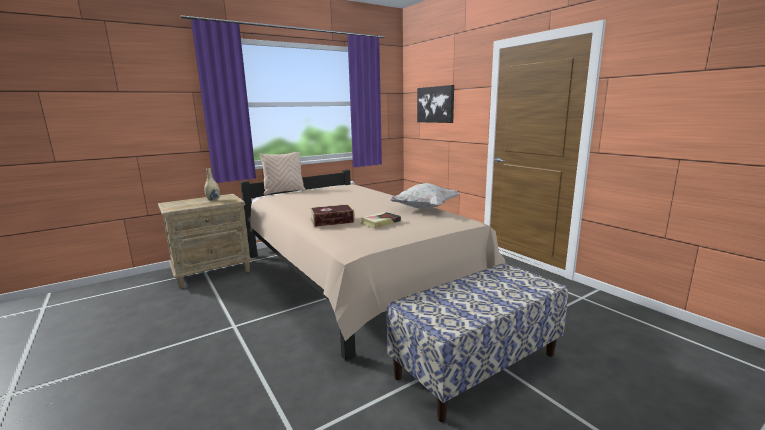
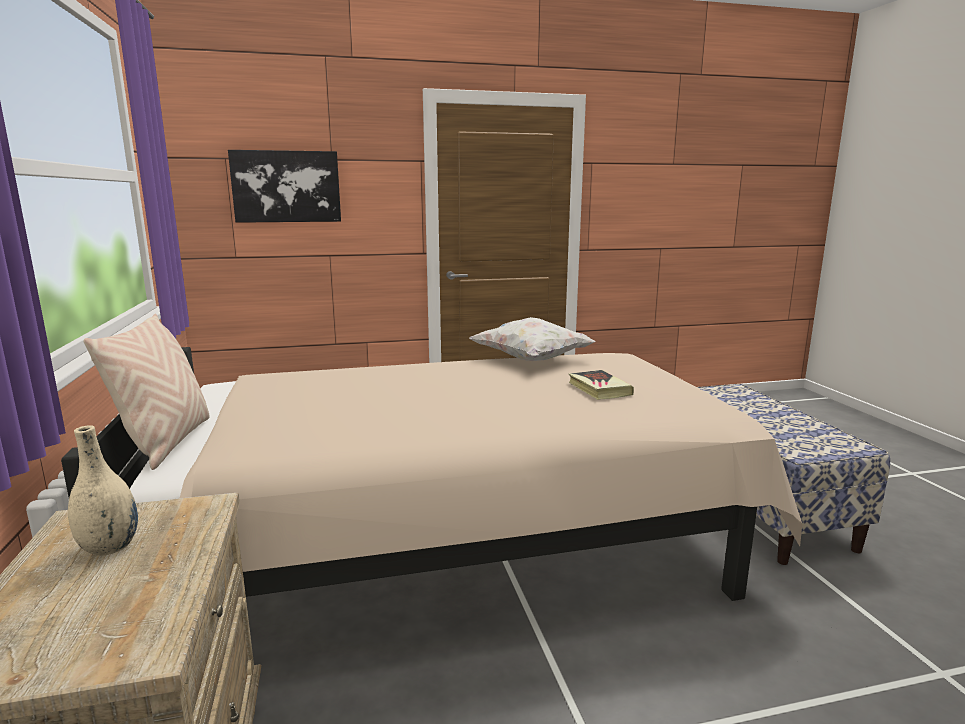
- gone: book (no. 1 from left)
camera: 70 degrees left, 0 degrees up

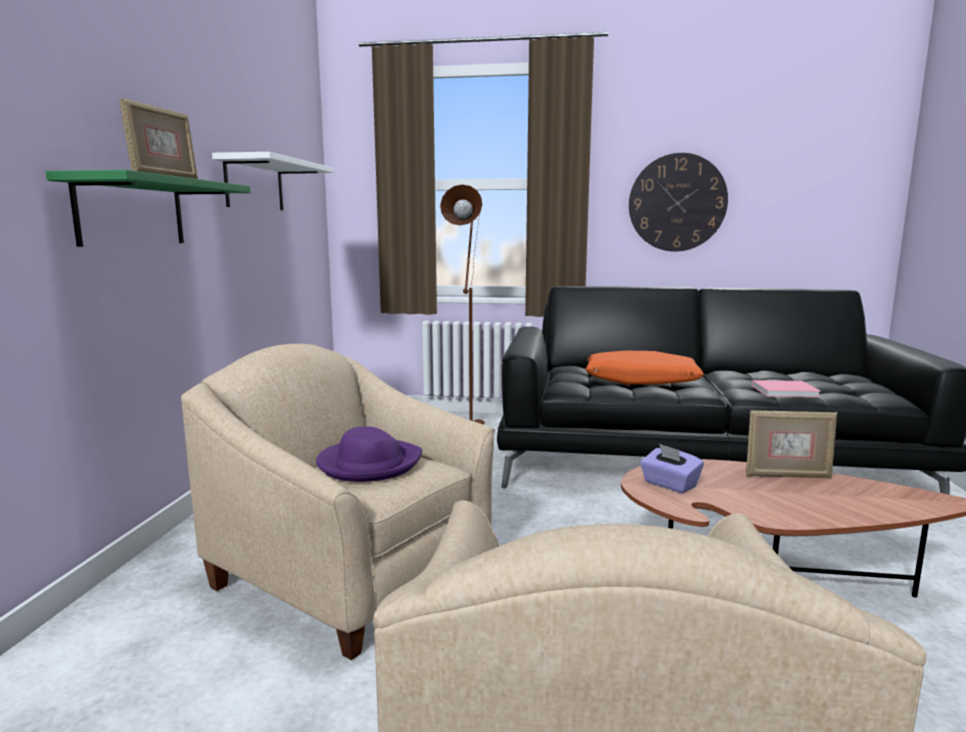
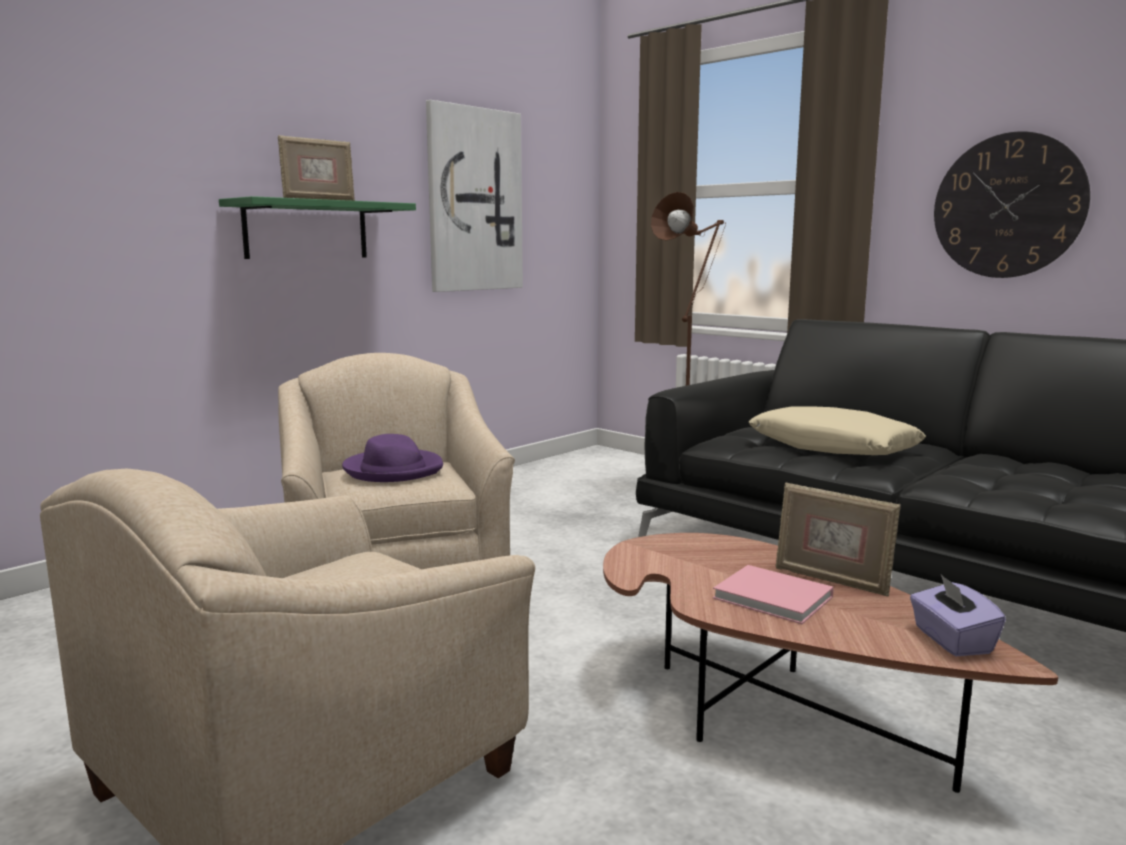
- swapped: white shelf to picture
- shifted: pink book
- repainted: orange pillow to beige pillow
- shifted: purple tissue box
camera: 35 degrees right, 0 degrees up

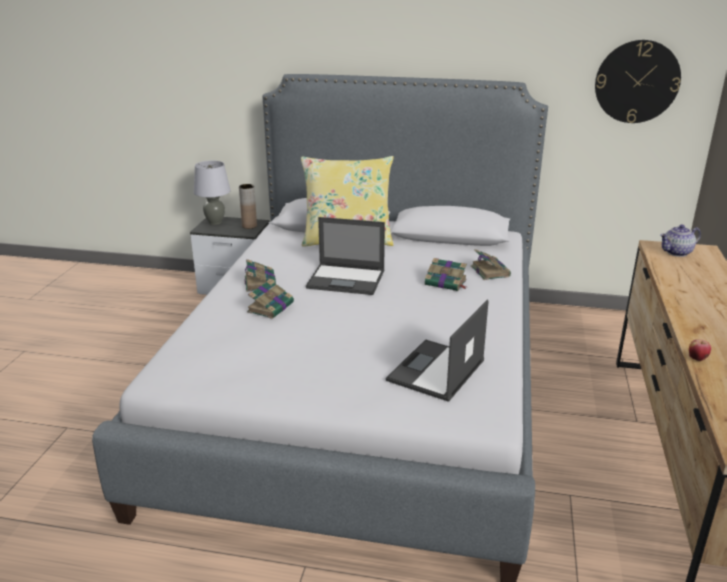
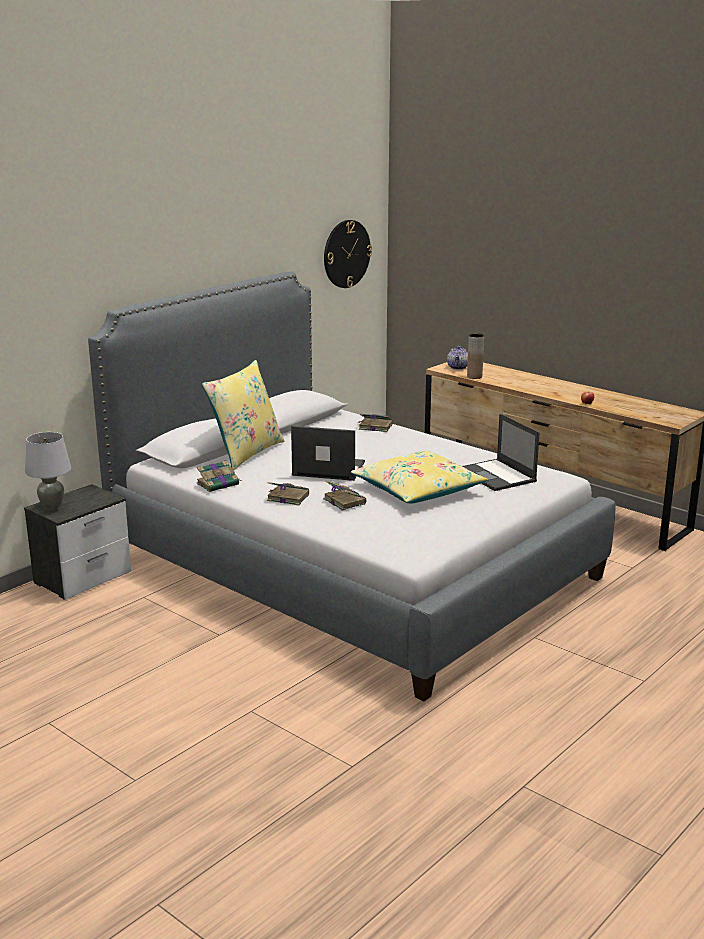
- shifted: book (no. 3 from left in the first image) to book (no. 1 from left)
- rotated: laptop (no. 1 from left) 120 degrees counterclockwise
- new: yellow pillow (no. 2 from left)
- shifted: brown vase
camera: 60 degrees left, 5 degrees down

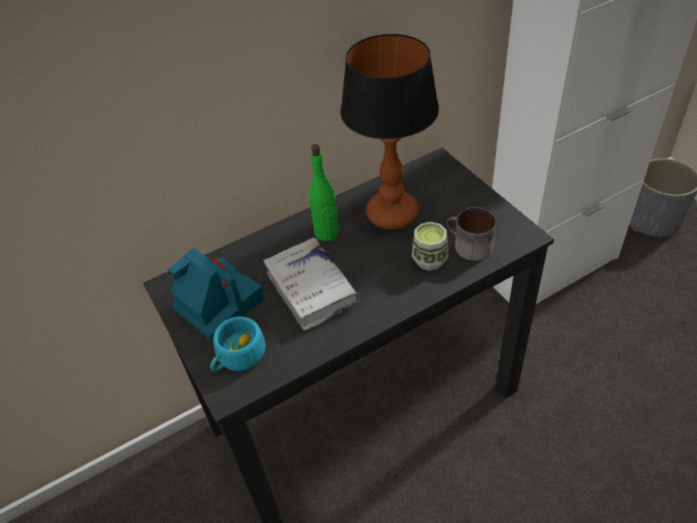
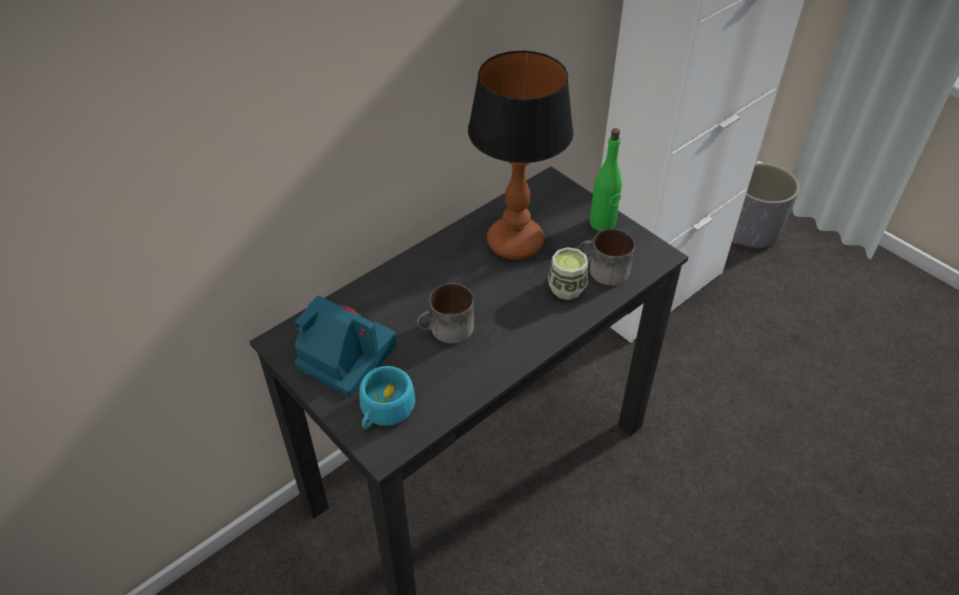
- swapped: white book to mug (no. 1 from left)
- shifted: green bottle
camera: 15 degrees left, 0 degrees up

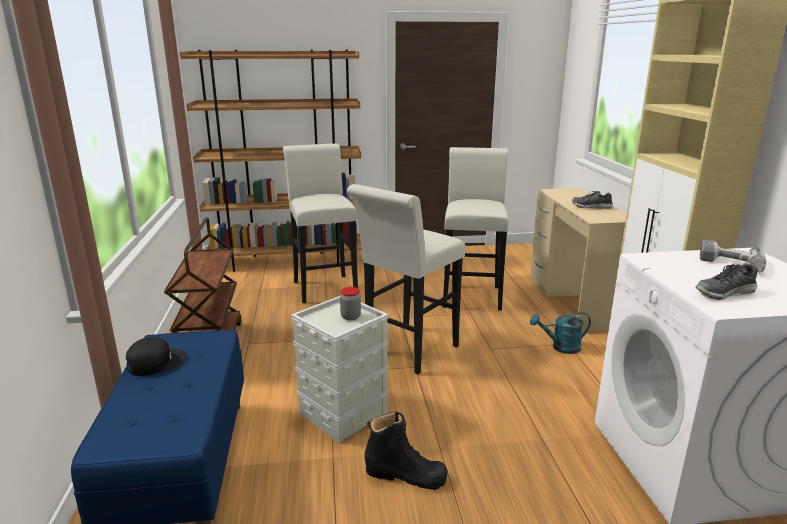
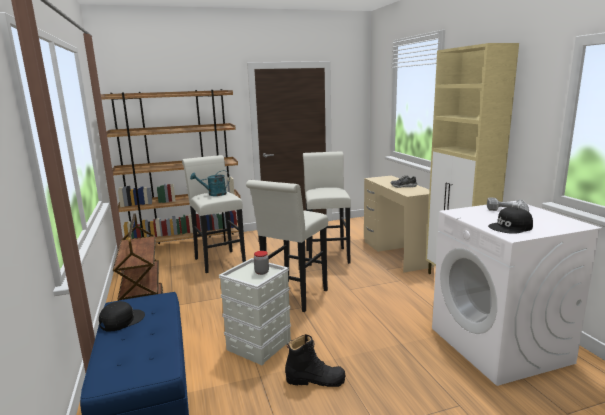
- shifted: turquoise watering can
- swapped: shoe (no. 2 from left) to black cap (no. 2 from left)
camera: 10 degrees left, 5 degrees down

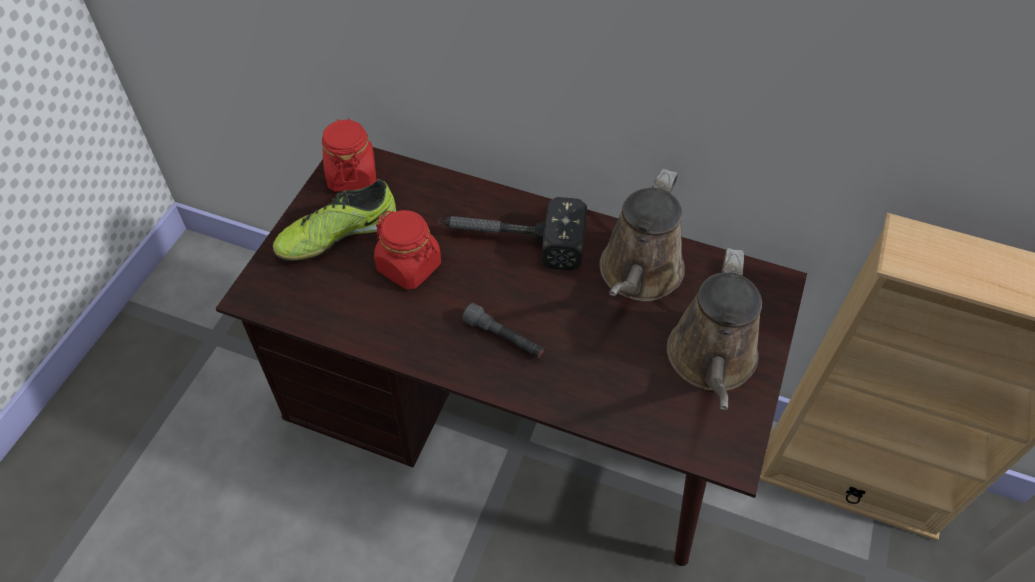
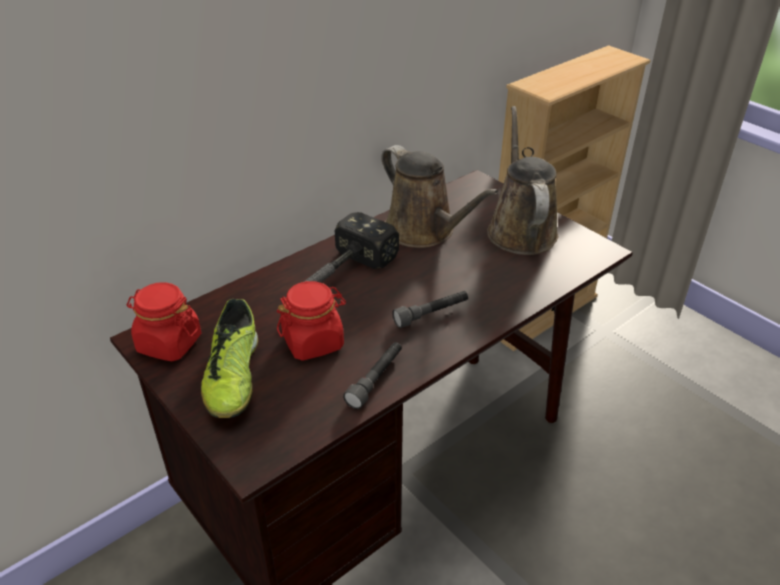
- new: grey flashlight (no. 1 from left)
- rotated: brown watering can (no. 2 from left) 135 degrees counterclockwise
camera: 60 degrees left, 15 degrees down

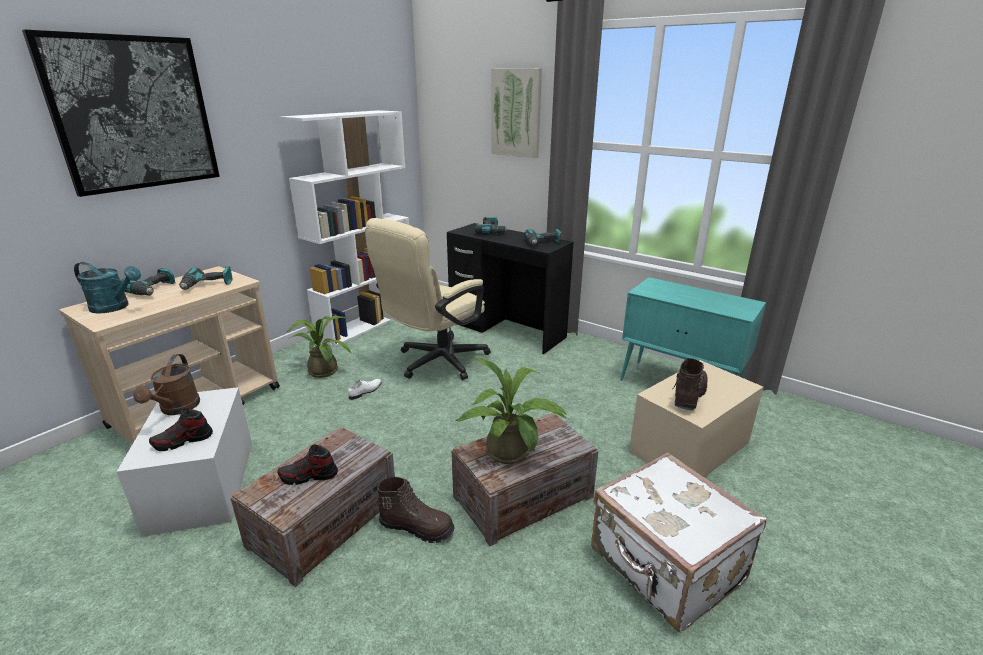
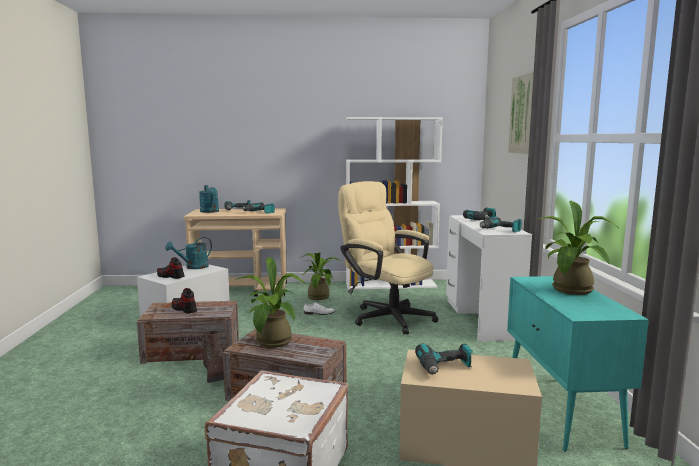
- repainted: brown watering can to turquoise watering can (no. 1 from left)
- rotated: beige office chair 45 degrees clockwise
- swapped: brown boot (no. 2 from left) to power drill (no. 3 from left)
- repainted: black desk to white desk
- new: potted plant (no. 3 from left)
- gone: picture (no. 1 from left)
camera: 50 degrees right, 15 degrees down

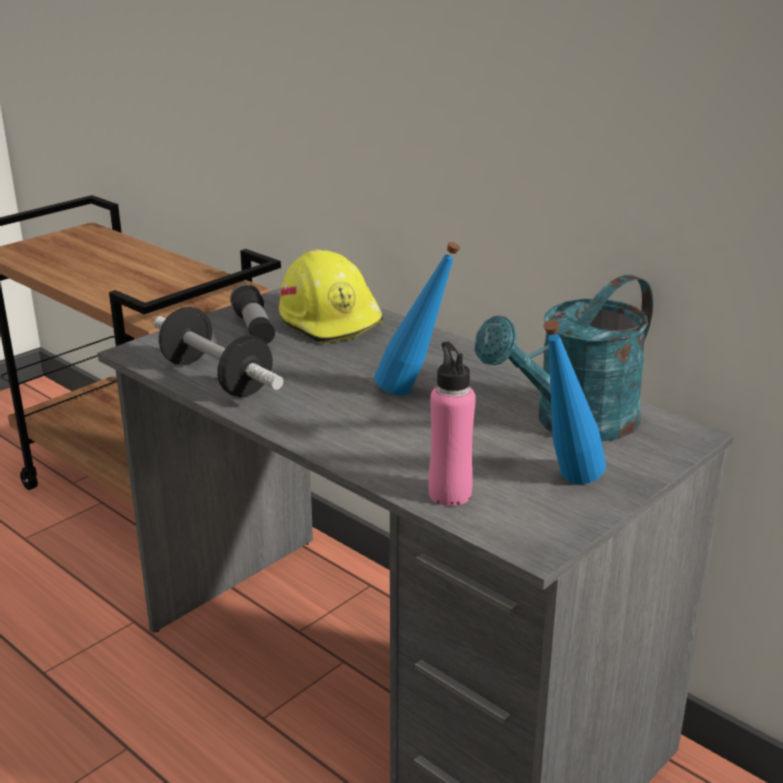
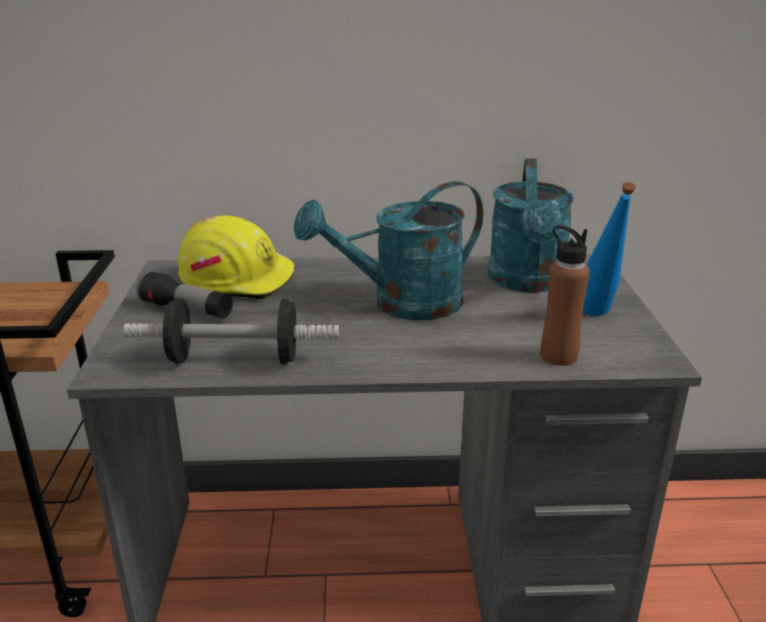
- swapped: blue bottle (no. 1 from left) to turquoise watering can (no. 1 from left)
- repainted: pink bottle to brown bottle
camera: 45 degrees left, 0 degrees up

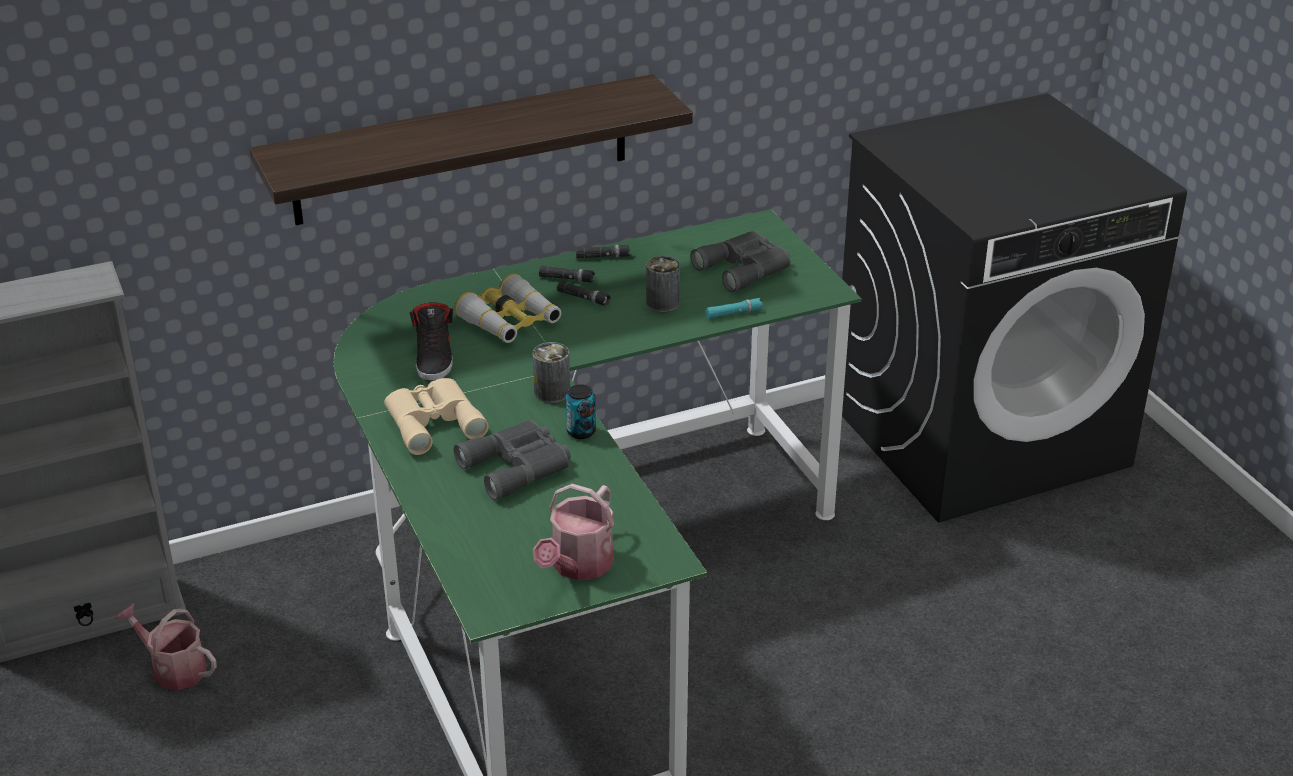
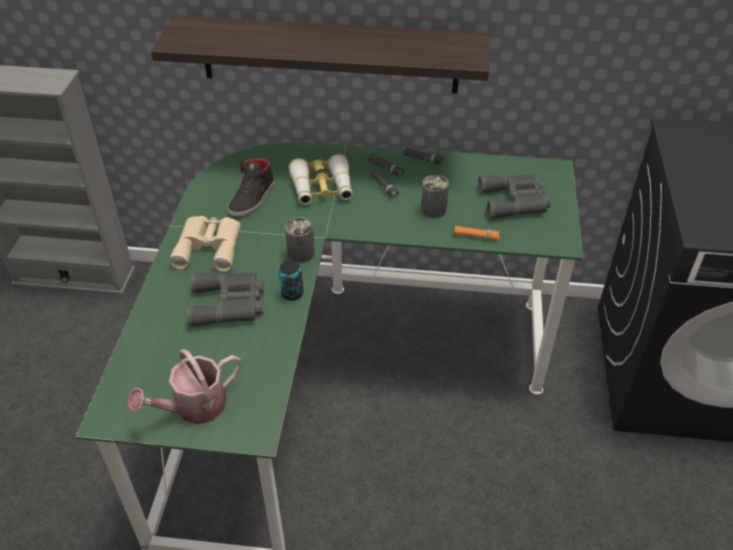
- repainted: turquoise flashlight to orange flashlight
- gone: watering can (no. 1 from left)
camera: 30 degrees right, 10 degrees up

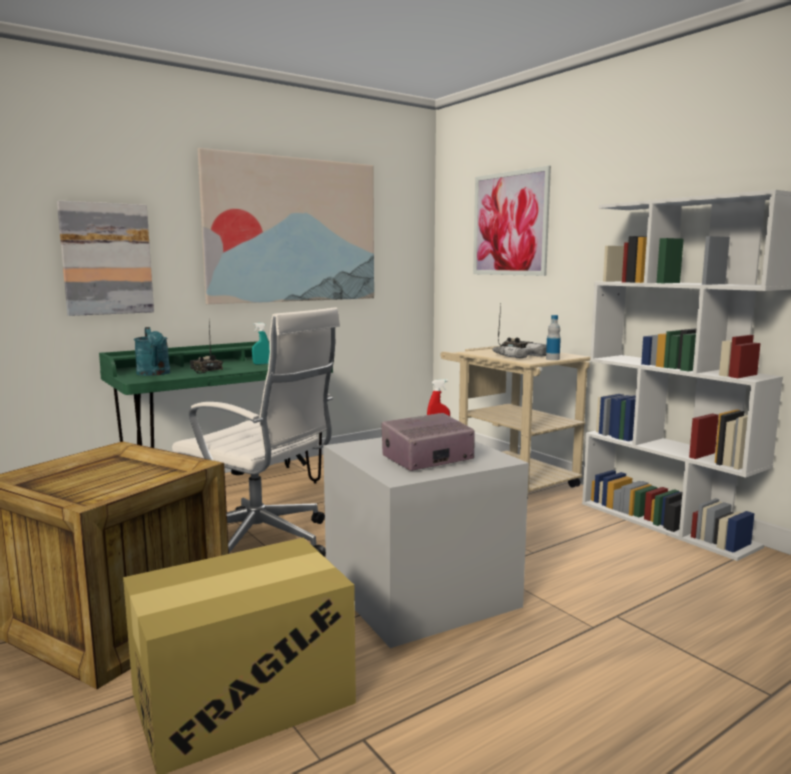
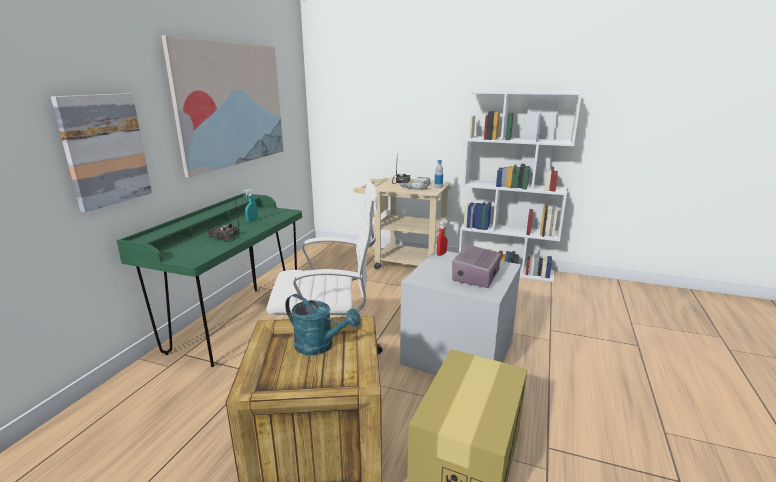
- shifted: turquoise watering can
- gone: picture (no. 3 from left)
camera: 35 degrees left, 10 degrees up

